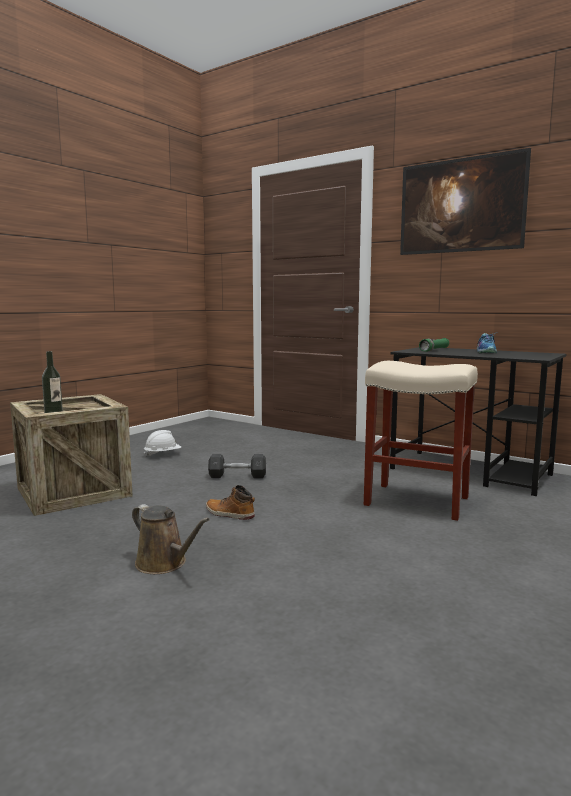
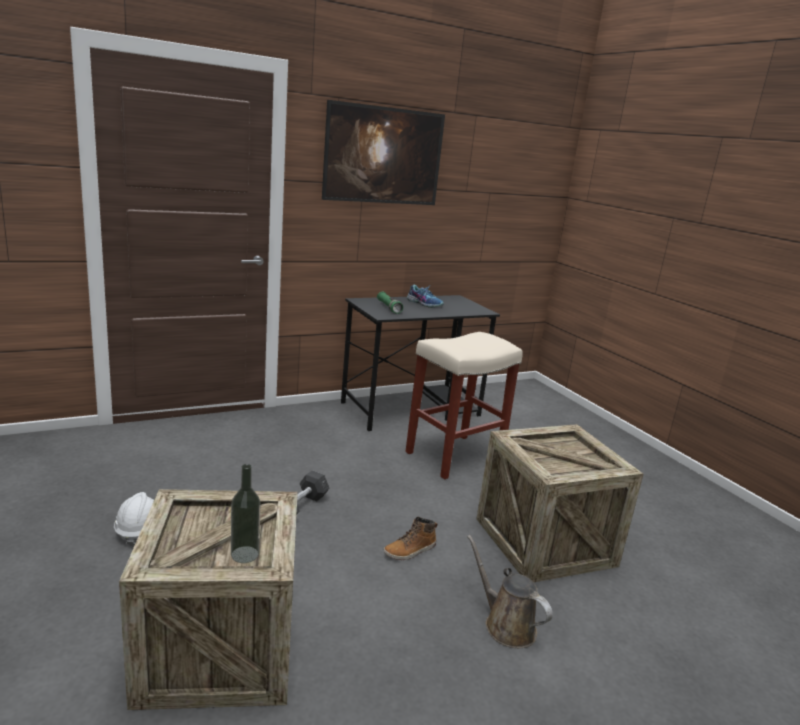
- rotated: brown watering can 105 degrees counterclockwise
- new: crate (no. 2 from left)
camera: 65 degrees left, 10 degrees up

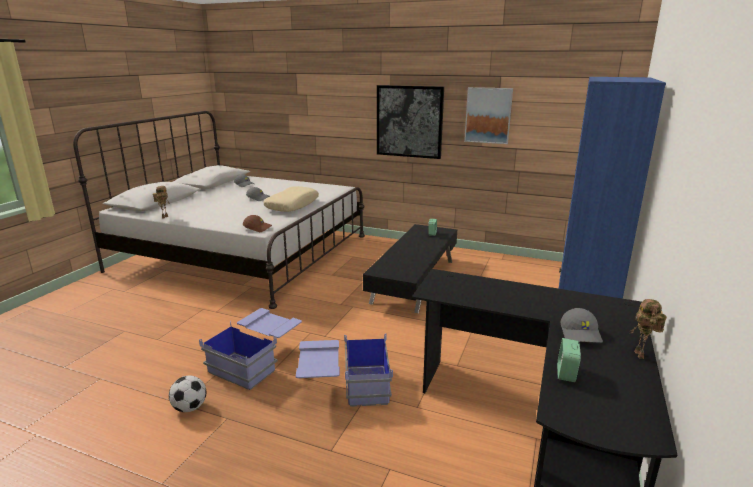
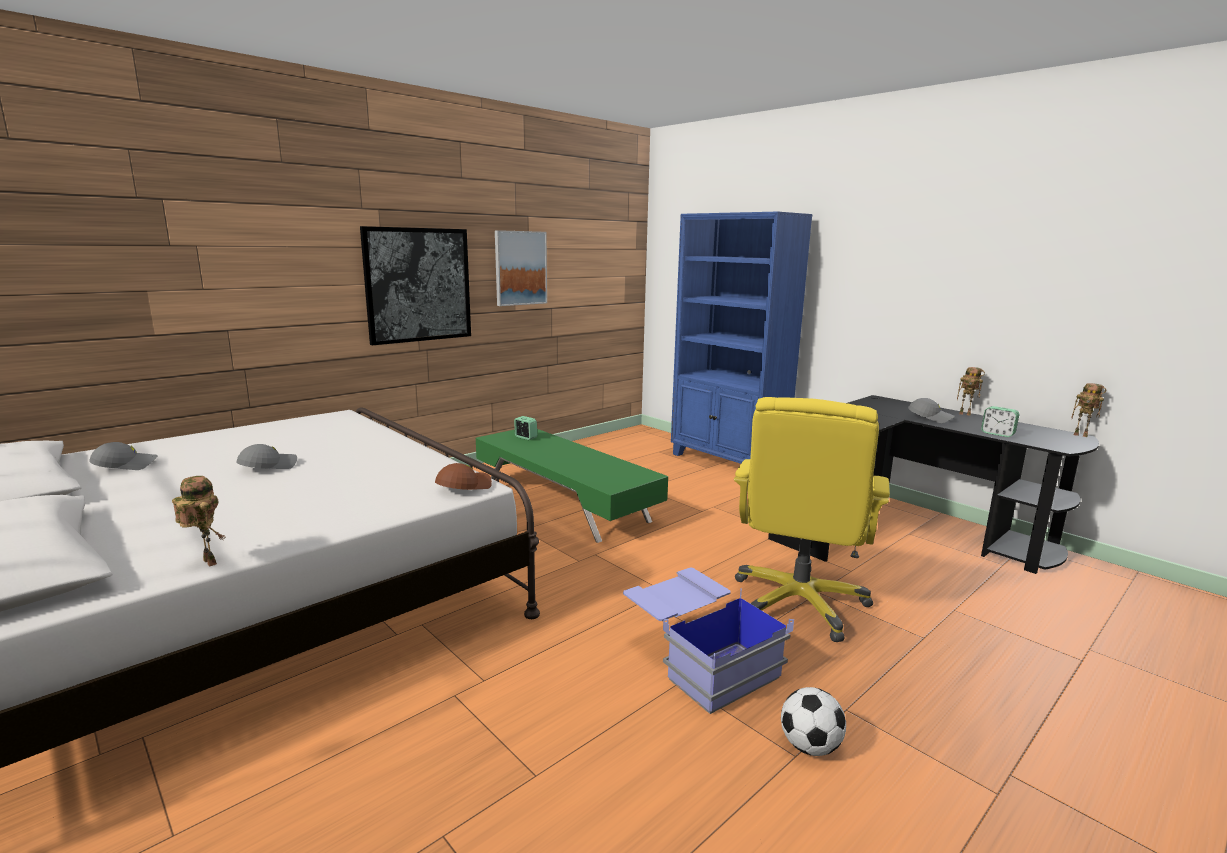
- repainted: black coffee table to green coffee table
- swapped: blue storage box (no. 2 from left) to yellow office chair
- new: toy robot (no. 3 from left)
- gone: beige pillow
camera: 65 degrees left, 5 degrees down

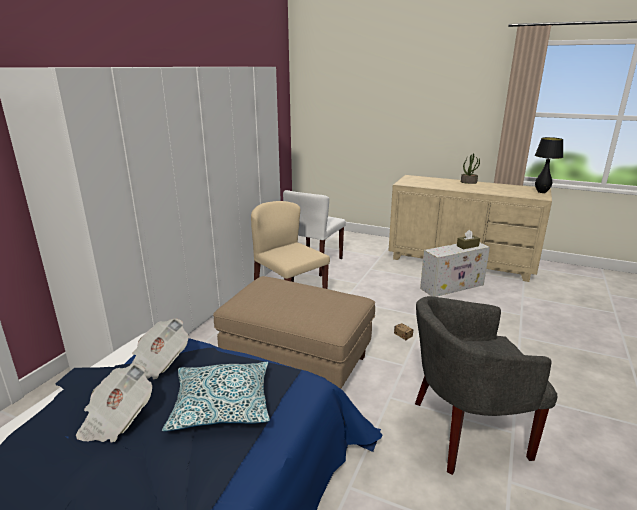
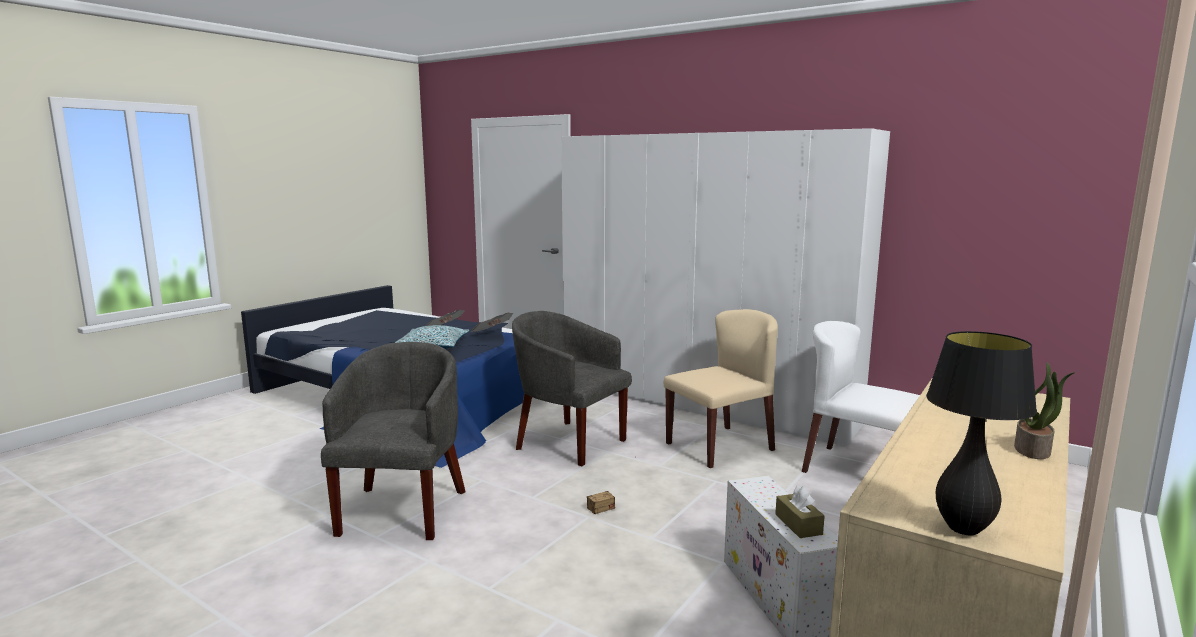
- swapped: beige ottoman to grey armchair (no. 2 from left)
camera: 100 degrees right, 10 degrees down

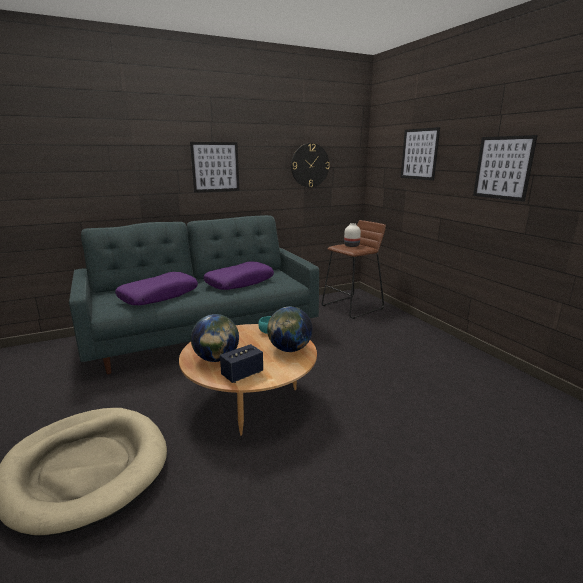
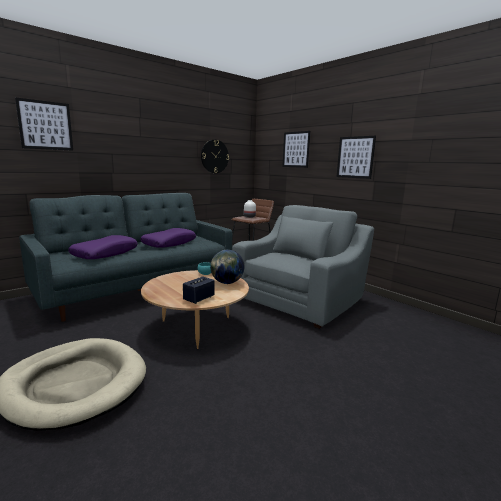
- shifted: picture (no. 1 from left)
- new: grey armchair
- gone: globe (no. 1 from left)
camera: 15 degrees left, 5 degrees down

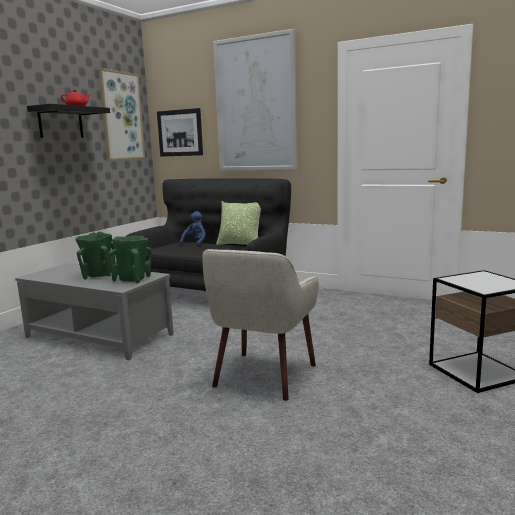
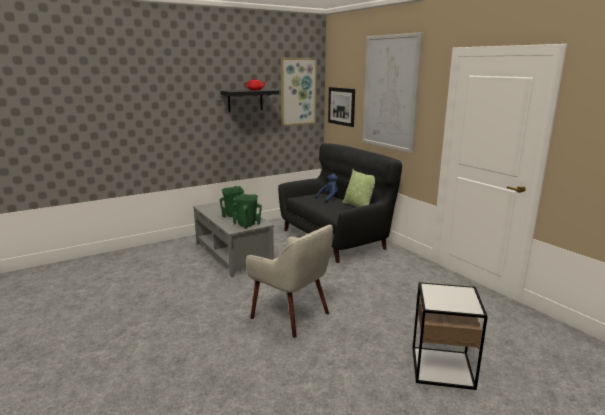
- rotated: beige armchair 105 degrees counterclockwise
camera: 30 degrees right, 5 degrees up

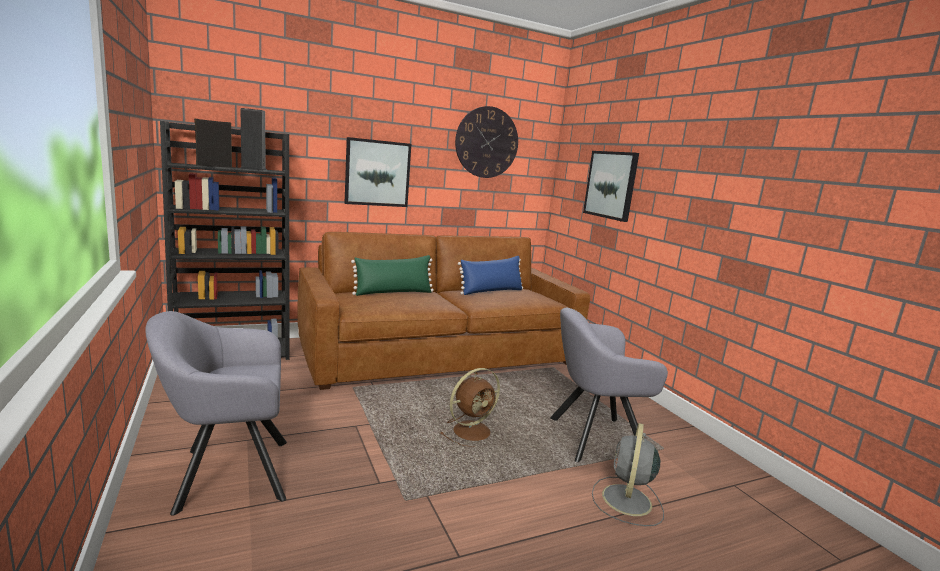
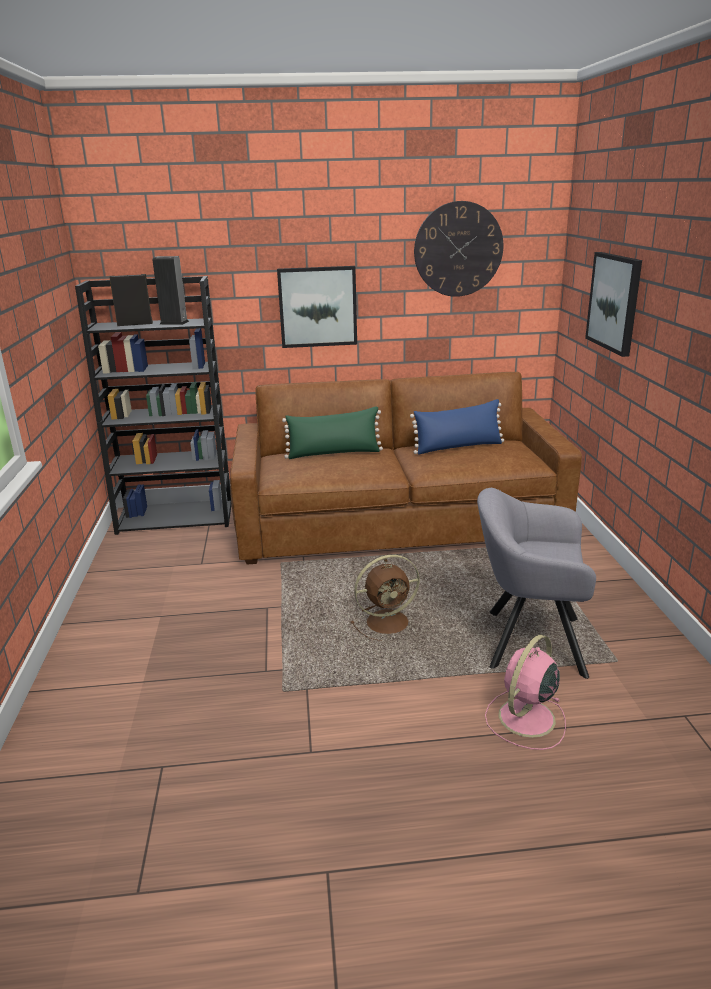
- repainted: grey fan to pink fan
- gone: grey armchair (no. 1 from left)
camera: 20 degrees right, 10 degrees up

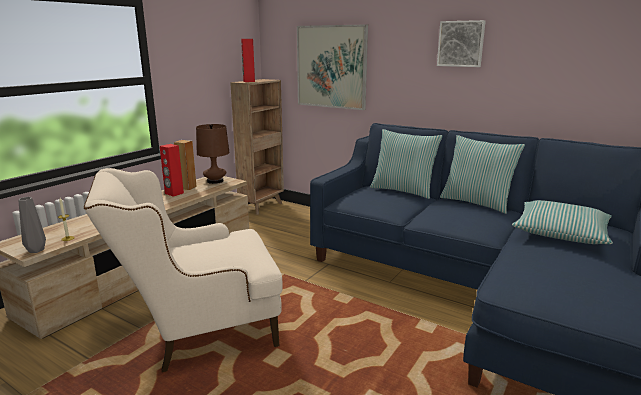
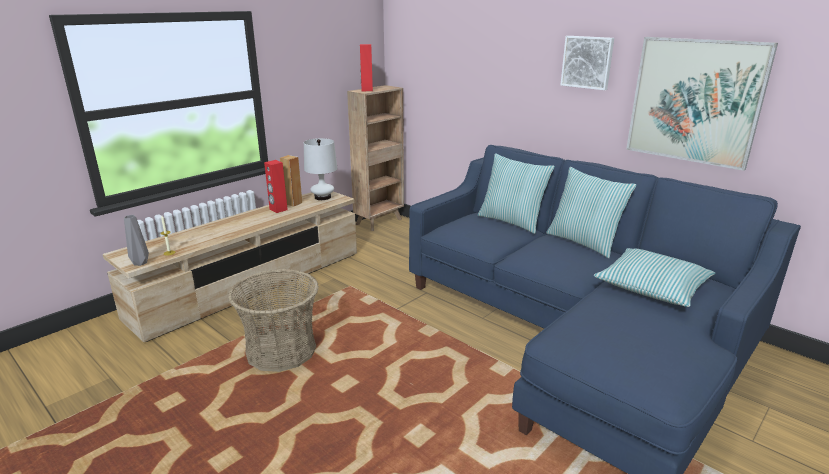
- swapped: beige armchair to basket
- repainted: brown table lamp to white table lamp
- shifted: picture (no. 1 from left in the first image) to picture (no. 2 from left)
camera: 10 degrees right, 5 degrees up

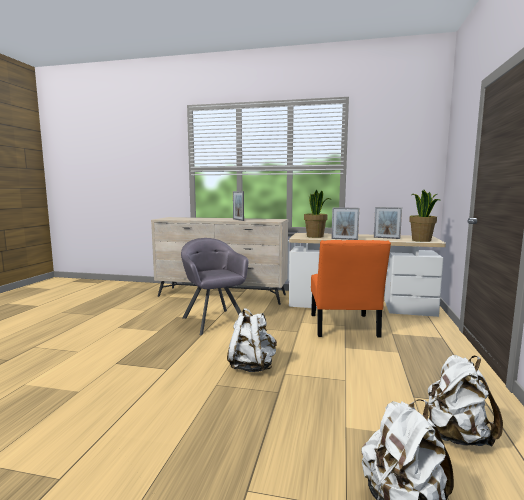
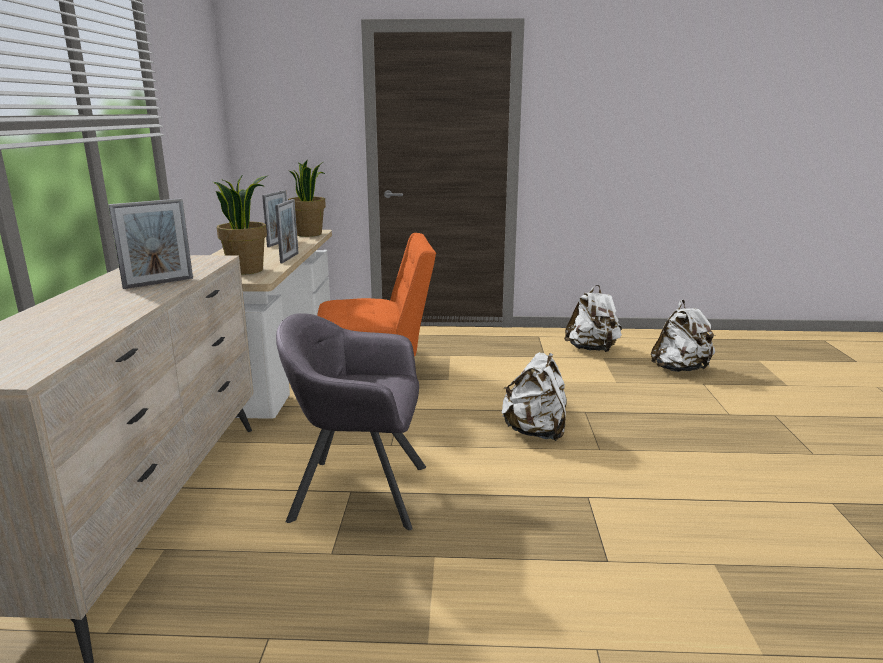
- rotated: grey armchair 45 degrees clockwise
camera: 100 degrees left, 10 degrees up

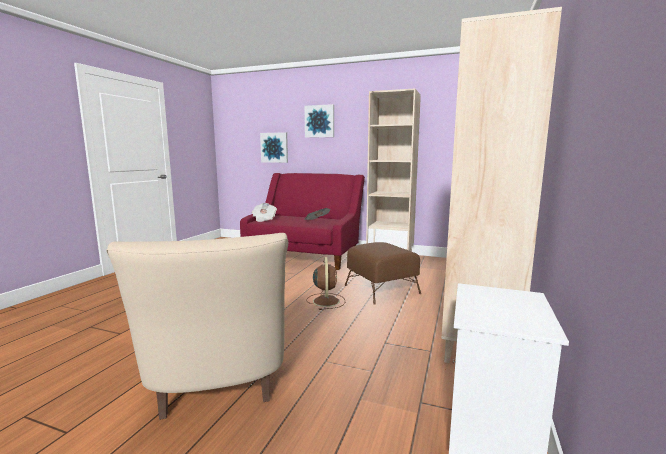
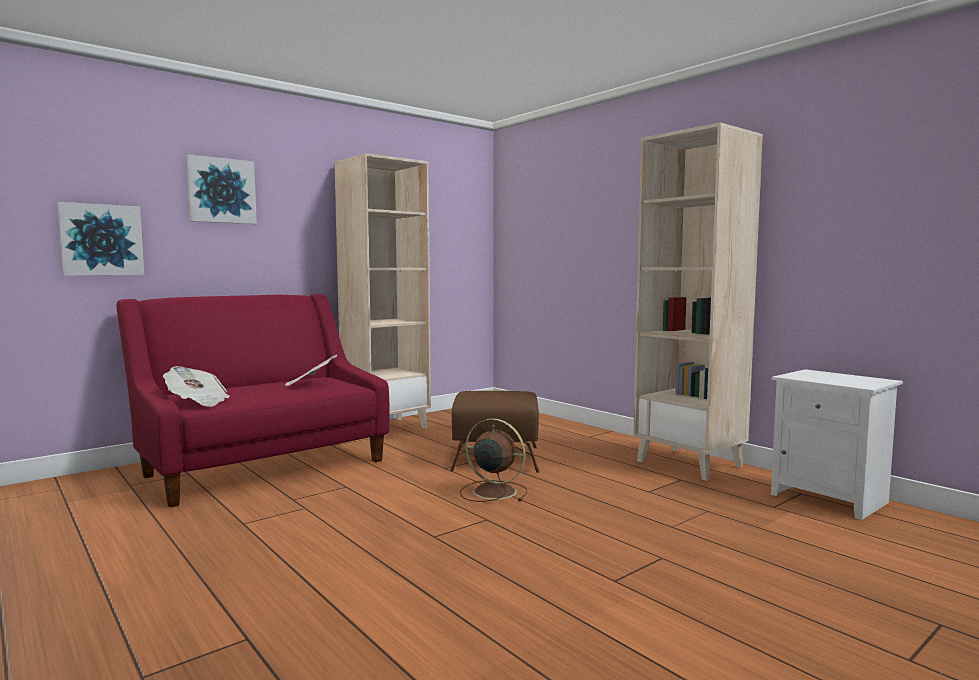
- gone: beige armchair
camera: 60 degrees left, 5 degrees down

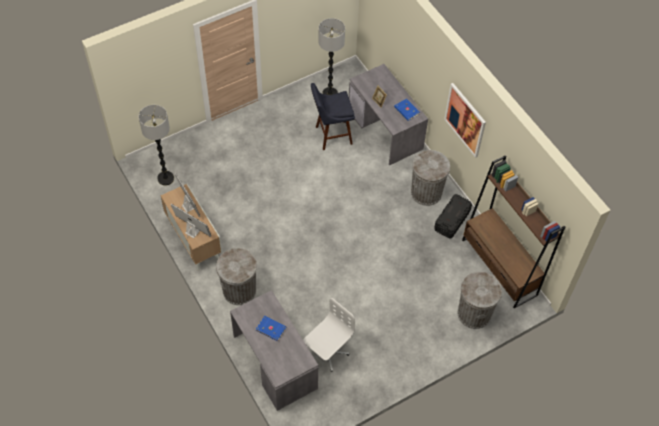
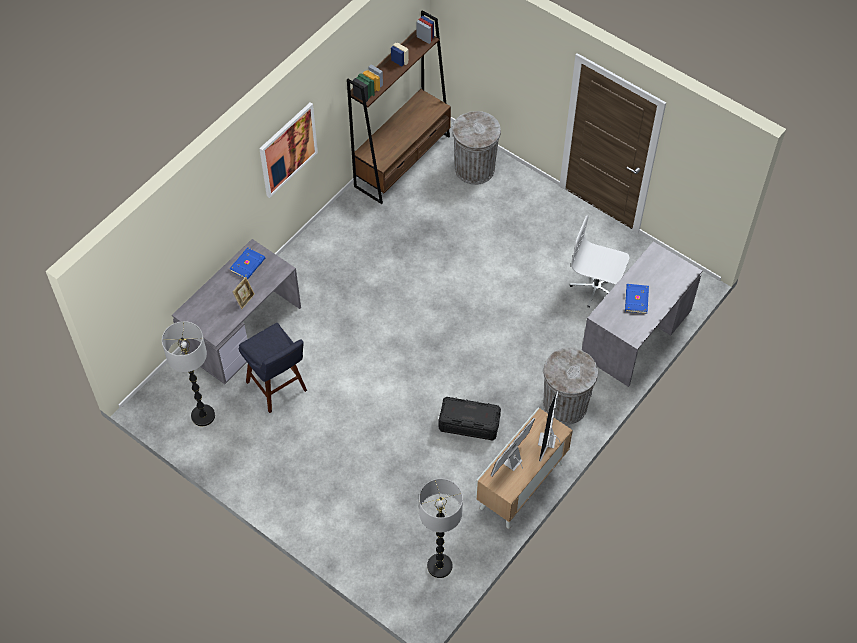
- shifted: black storage box
- gone: grey trash can (no. 2 from left)
camera: 110 degrees left, 0 degrees up

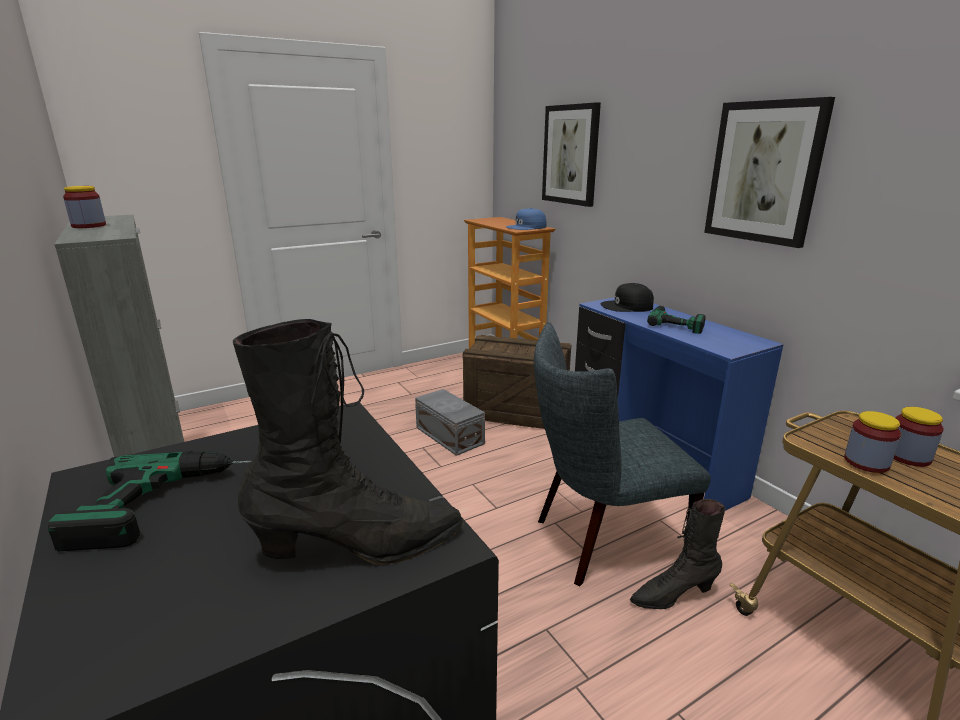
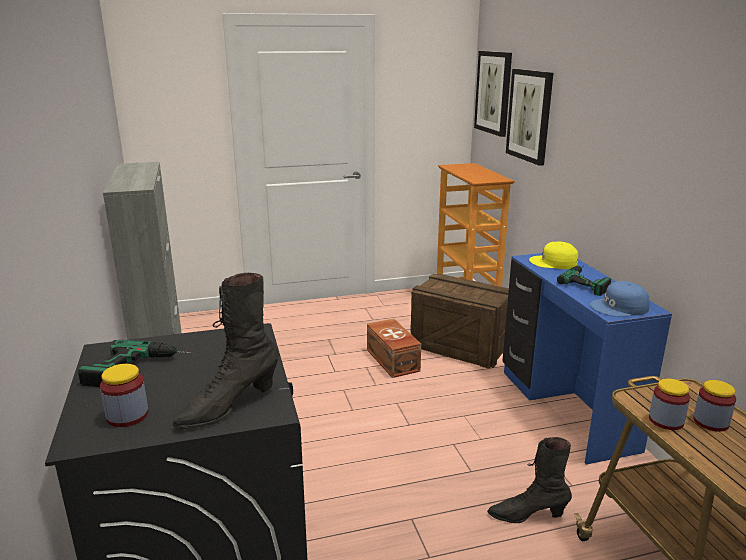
- shifted: jar (no. 1 from left)
- rotated: black boot (no. 1 from left) 135 degrees clockwise
- repainted: grey storage box to brown storage box
- shifted: picture (no. 2 from left in the first image) to picture (no. 1 from left)
- repainted: black cap to yellow cap
- shifted: blue cap
- gone: grey chair
camera: 15 degrees right, 0 degrees up

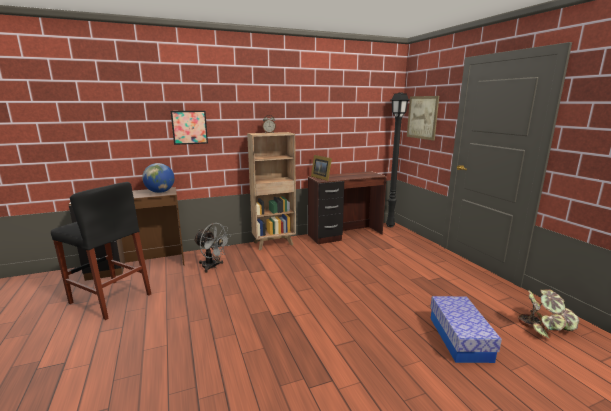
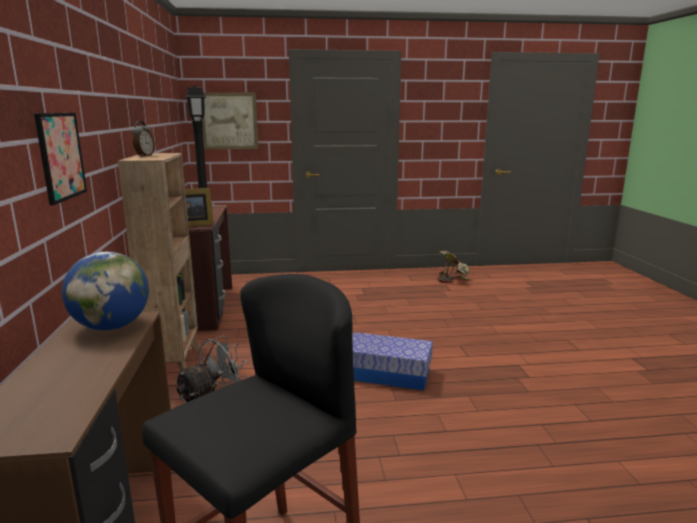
- shifted: storage box
camera: 75 degrees left, 0 degrees up

